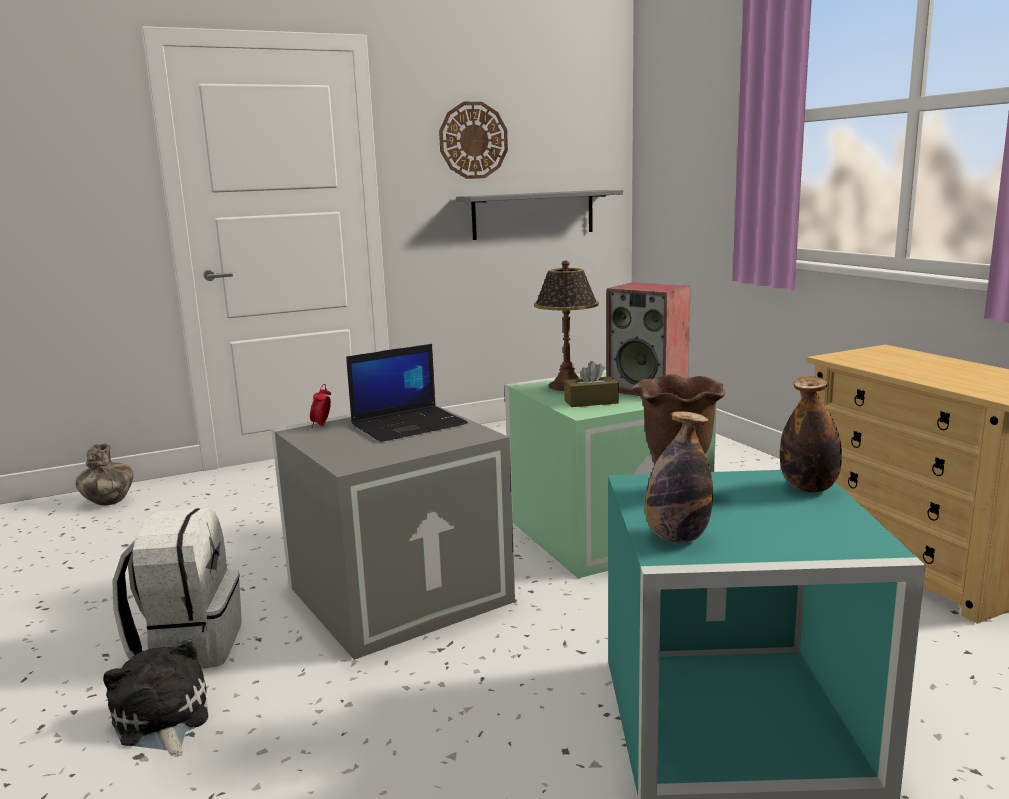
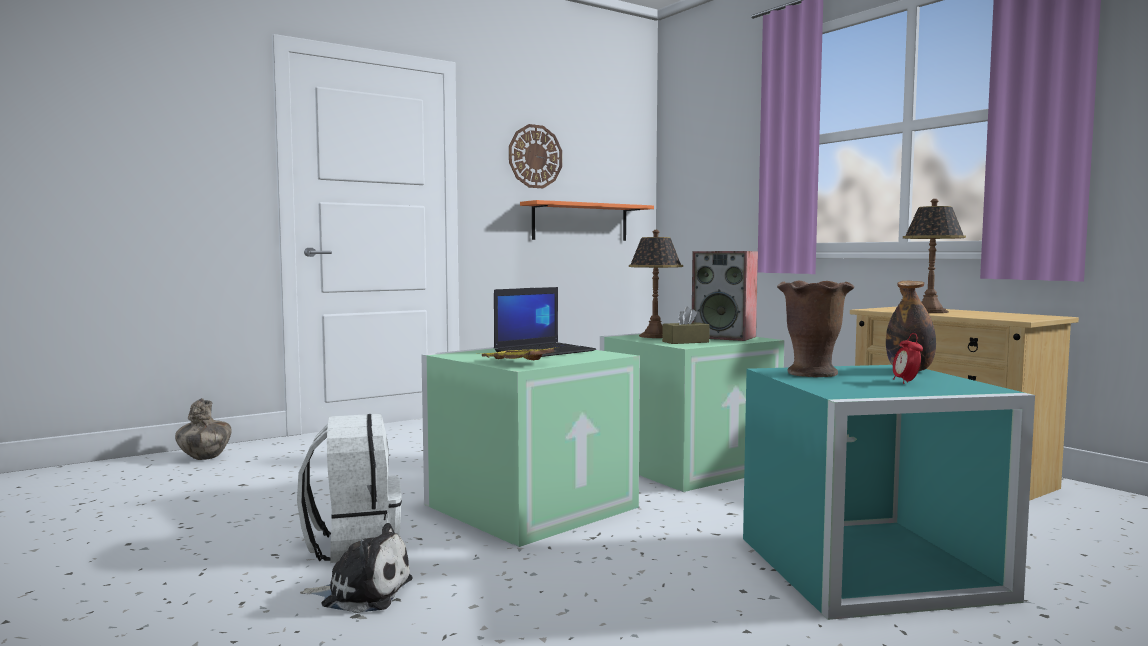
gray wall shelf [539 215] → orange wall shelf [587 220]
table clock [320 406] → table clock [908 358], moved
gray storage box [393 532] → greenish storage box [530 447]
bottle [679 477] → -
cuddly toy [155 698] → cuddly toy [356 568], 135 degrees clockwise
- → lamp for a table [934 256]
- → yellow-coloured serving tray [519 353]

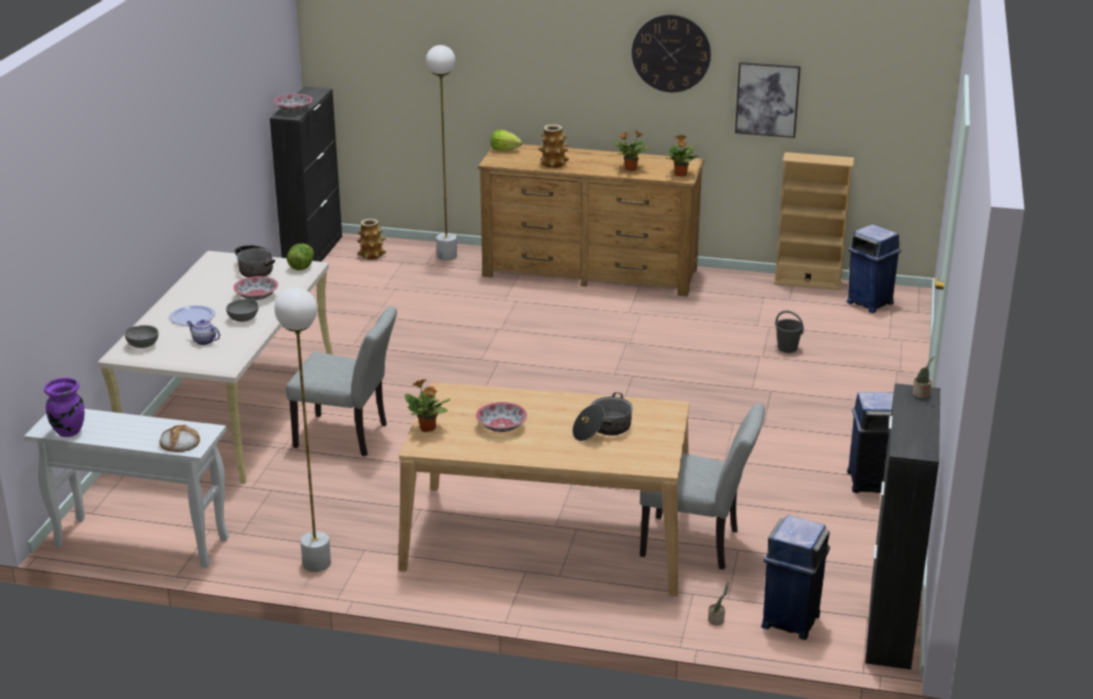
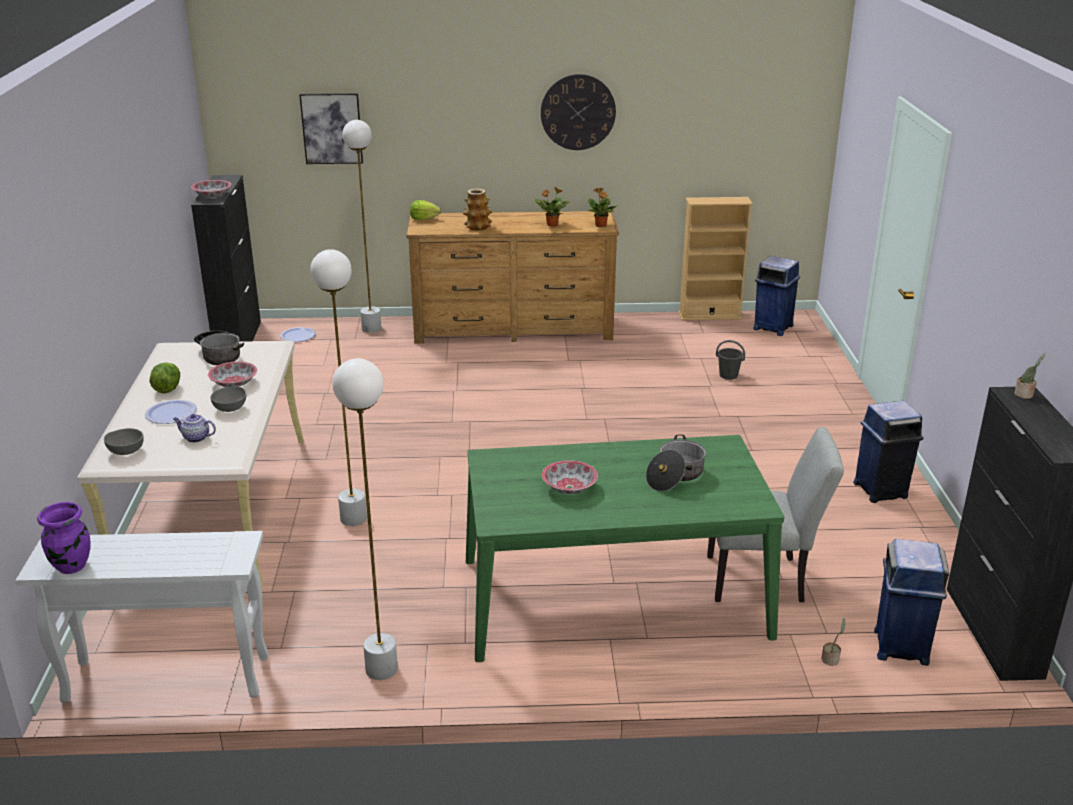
wall picture [768 100] → wall picture [331 128], moved
vase [371 239] → dinner plate [298 334]
head of lettuce [300 257] → head of lettuce [164 378], moved
gray plain chair [341 381] → white-coloured floor lamp [339 387]
potted plant [428 405] → -
sand-coloured kitchen table [543 489] → greenish kitchen table [625 548]
bread [179 438] → -

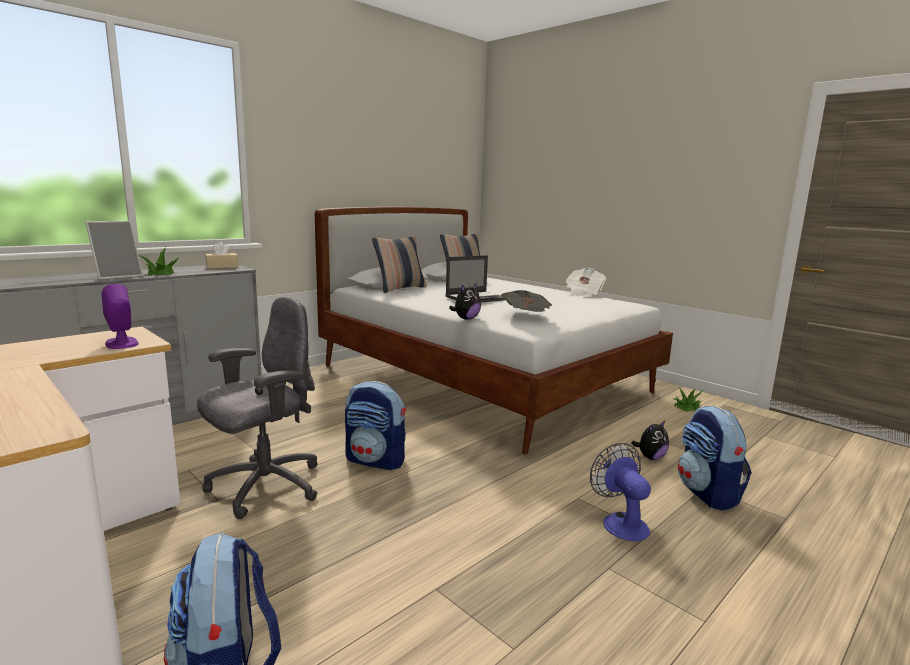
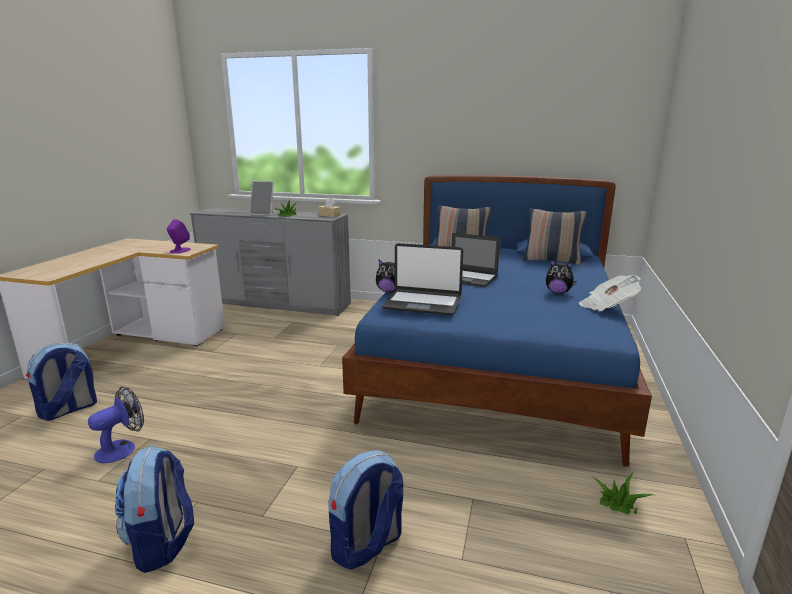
white-coloured bed [493 330] → blue-coloured bed [497 321]
daily paper [526 301] → notebook computer [422 279]
gray desk chair [257 408] → -
backpack [375 426] → backpack [154 509], moved
cuddly toy [650 440] → cuddly toy [561 277], moved
fan [620 492] → fan [116 424], moved

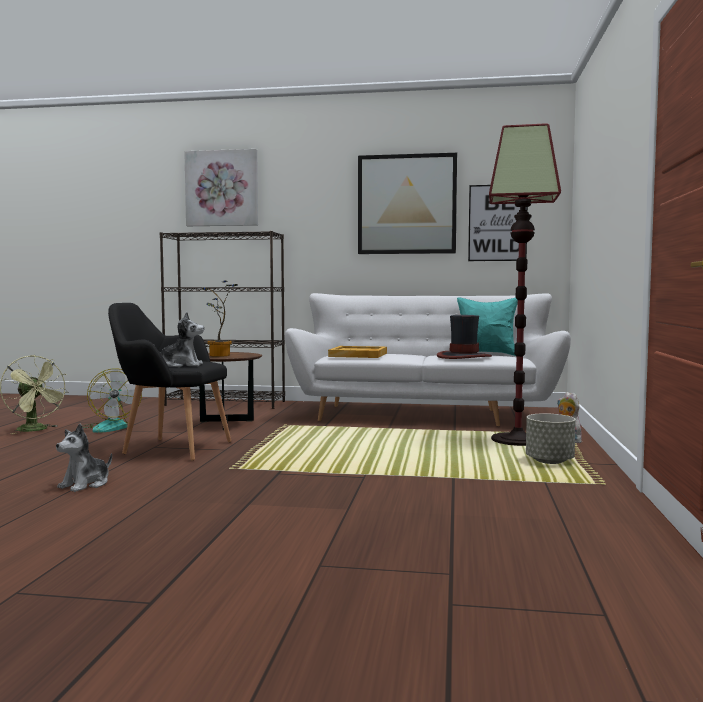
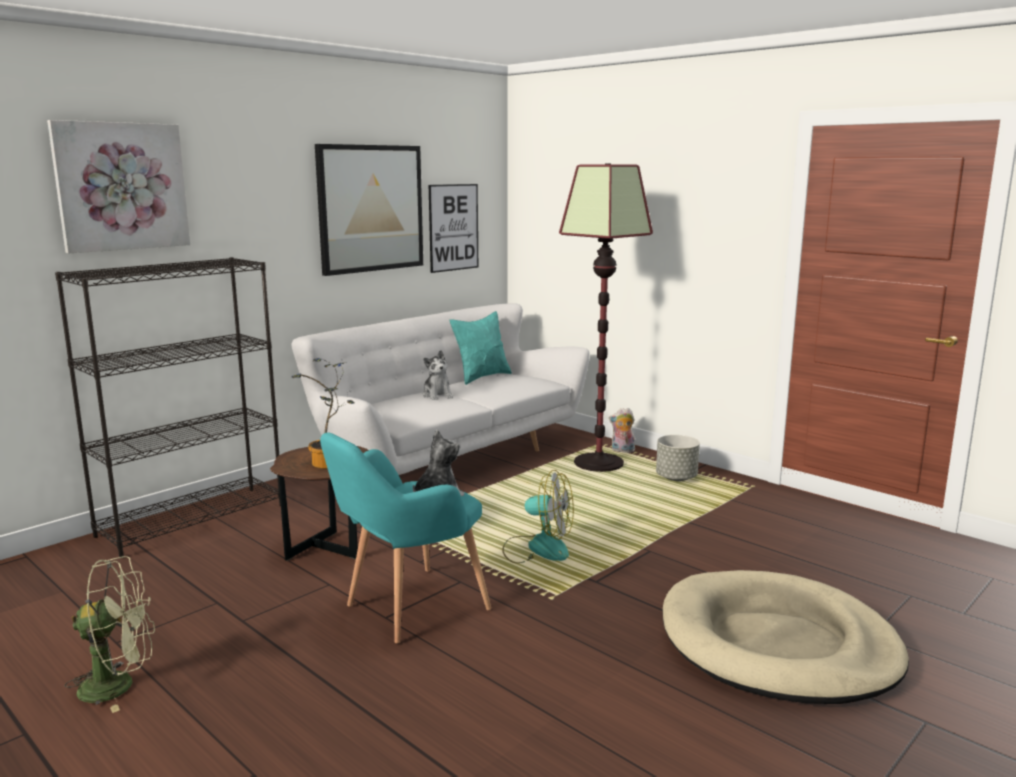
black-coloured lounge chair [169 382] → turquoise lounge chair [405 538]
hat [464 337] → -
sand-coloured serving tray [357 352] → -
fan [112 401] → fan [538 516], moved
cuddly toy [84 458] → cuddly toy [438 375], moved
- → sand-coloured dog bed [786 637]

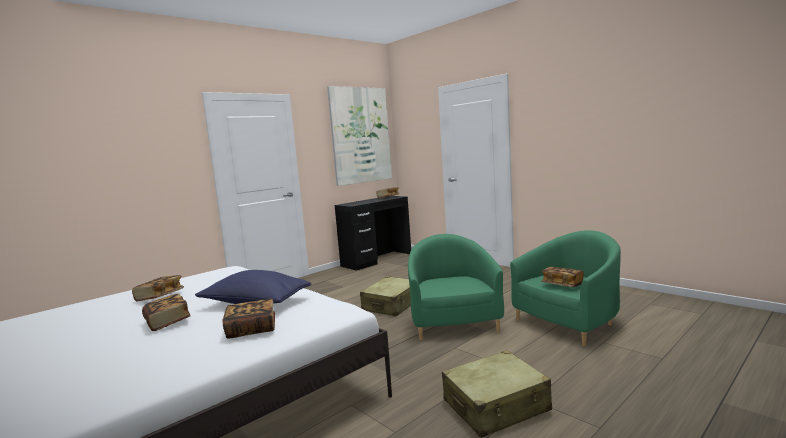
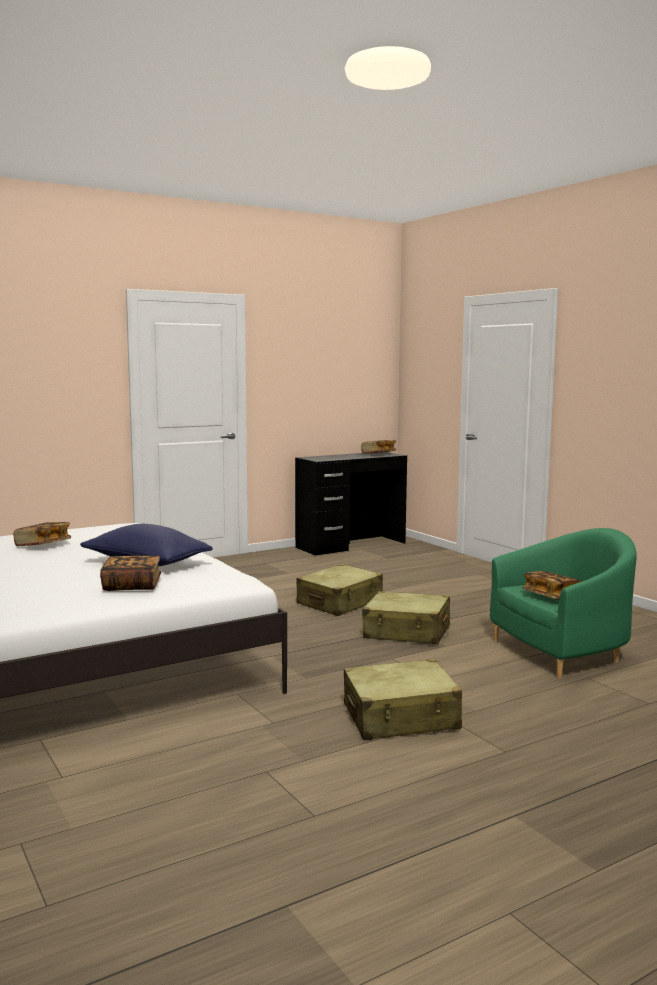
wall picture [359 136] → -
greenish lounge chair [456 287] → sand-coloured suitcase [406 617]
book [166 312] → -

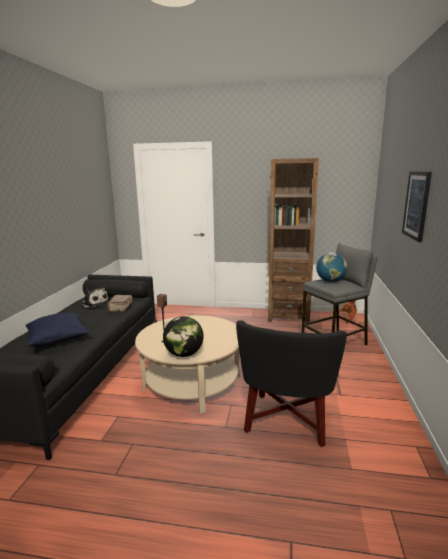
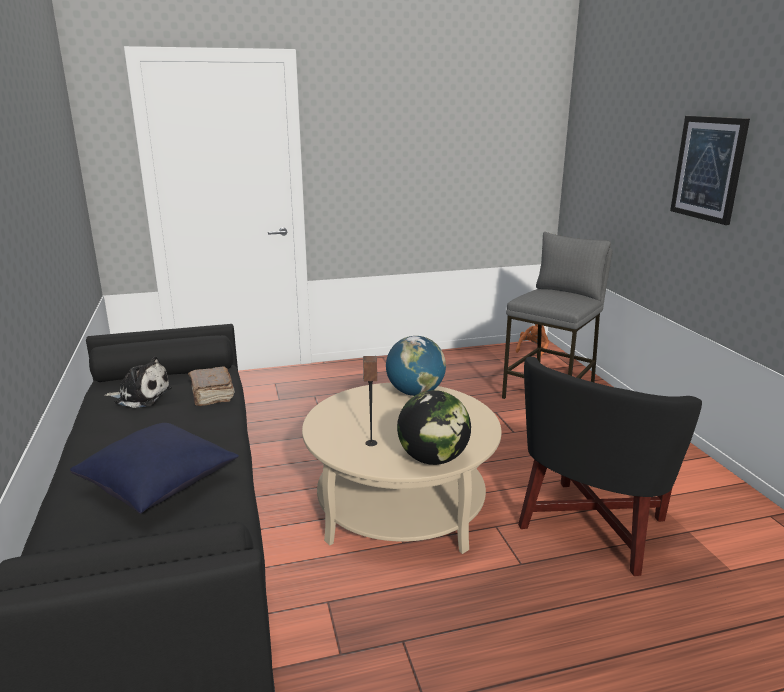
brown-coloured shelving unit [293 240] → -
globe [331 267] → globe [416 366], moved
black-coloured lounge chair [291 383] → black-coloured lounge chair [610 466], 45 degrees clockwise

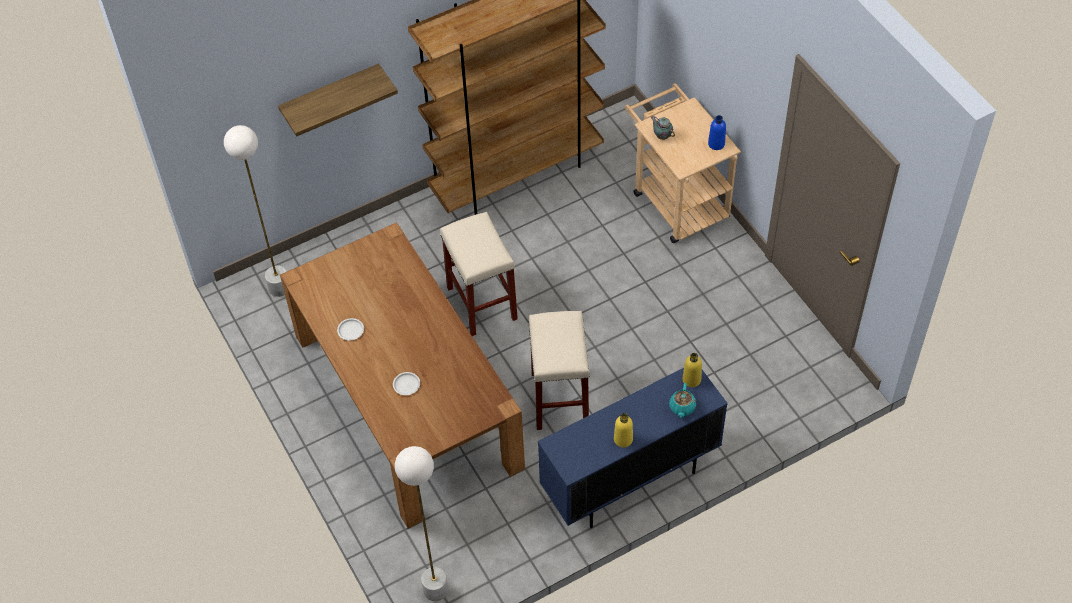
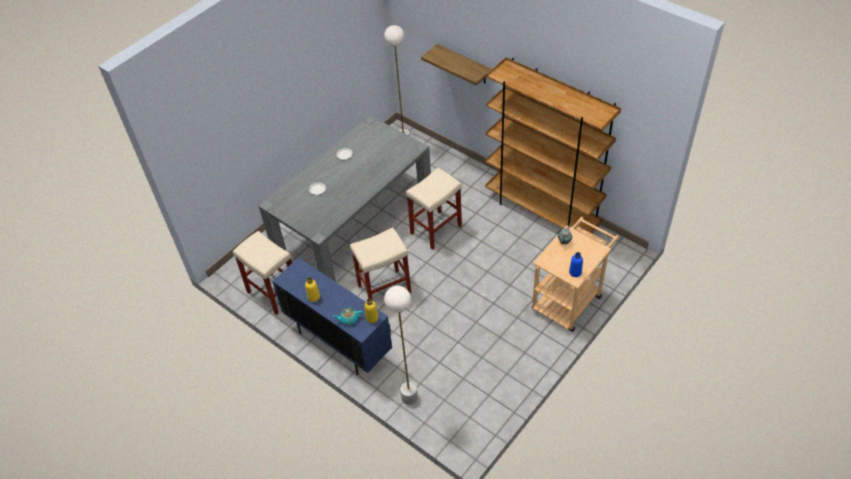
brown-coloured kitchen table [402 375] → gray kitchen table [345 198]
white-coloured floor lamp [421 523] → white-coloured floor lamp [401 345], moved
- → sand-coloured sitting stool [262 273]

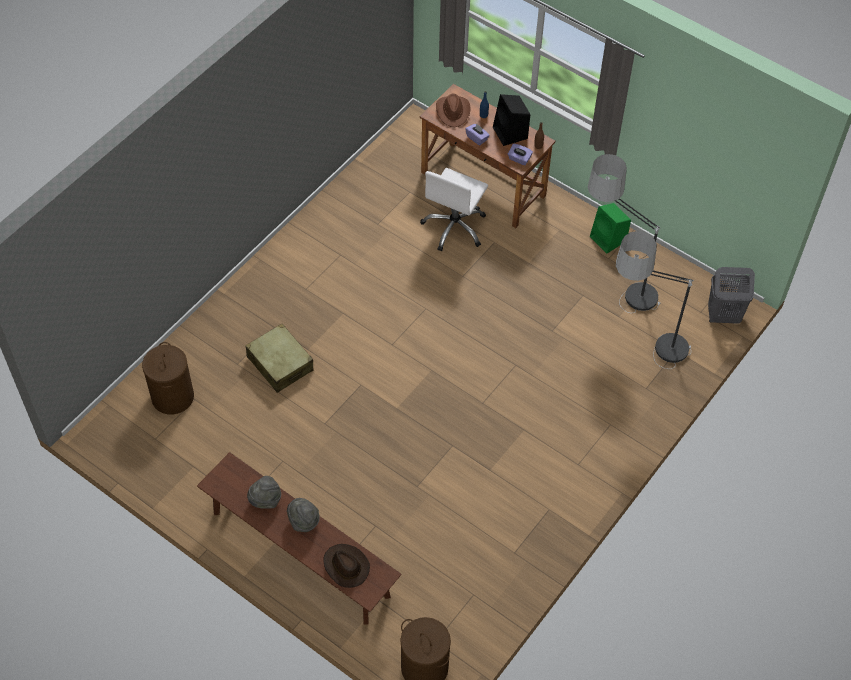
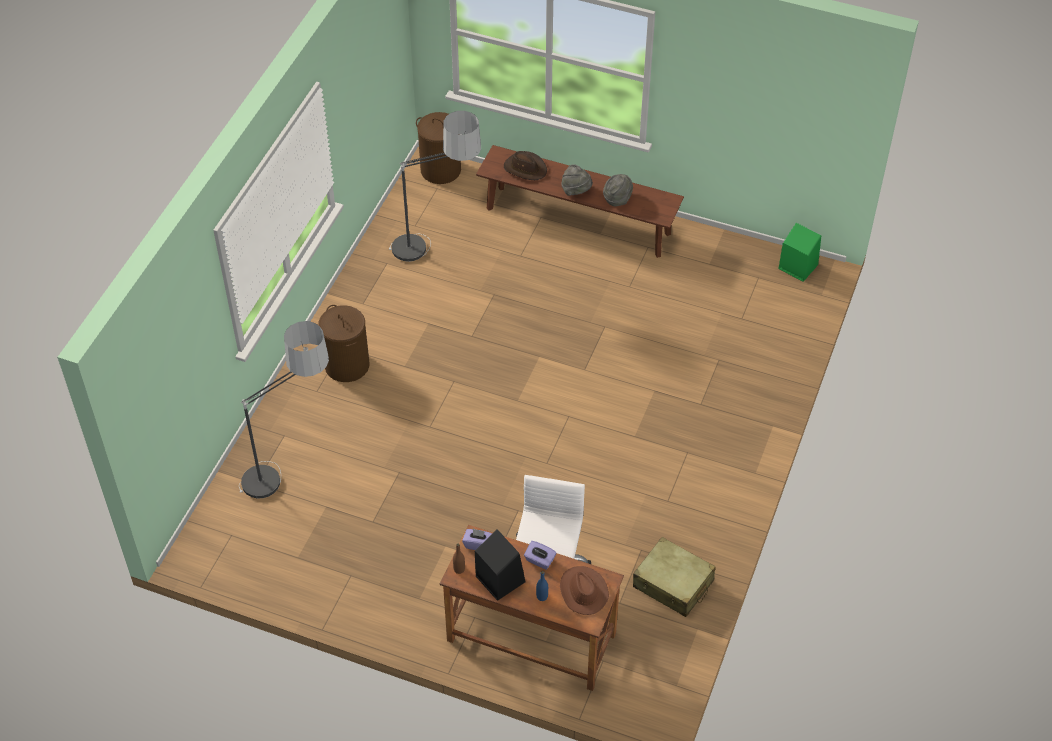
floor lamp [624 233] → floor lamp [434 186], moved
greenish loudspeaker [610 228] → greenish loudspeaker [799 252], moved
gray hamper [731 295] → -
sand-coloured suitcase [279 358] → sand-coloured suitcase [674 577], moved
brown-coloured hamper [168 378] → brown-coloured hamper [343 343], moved

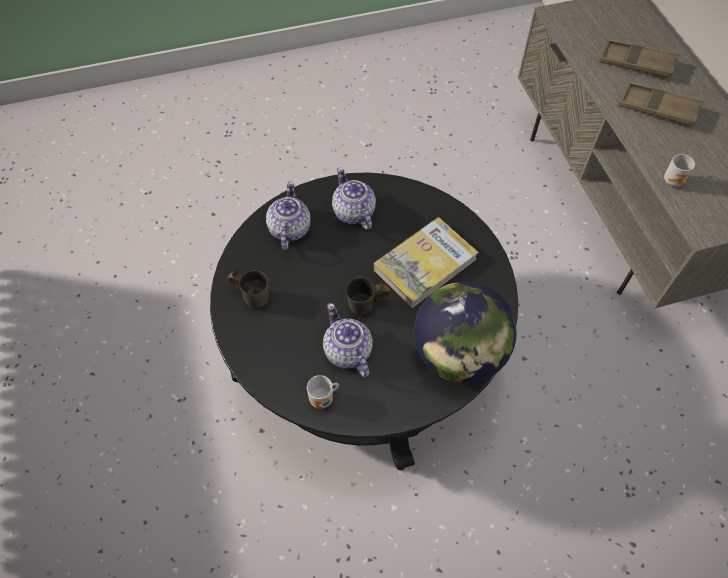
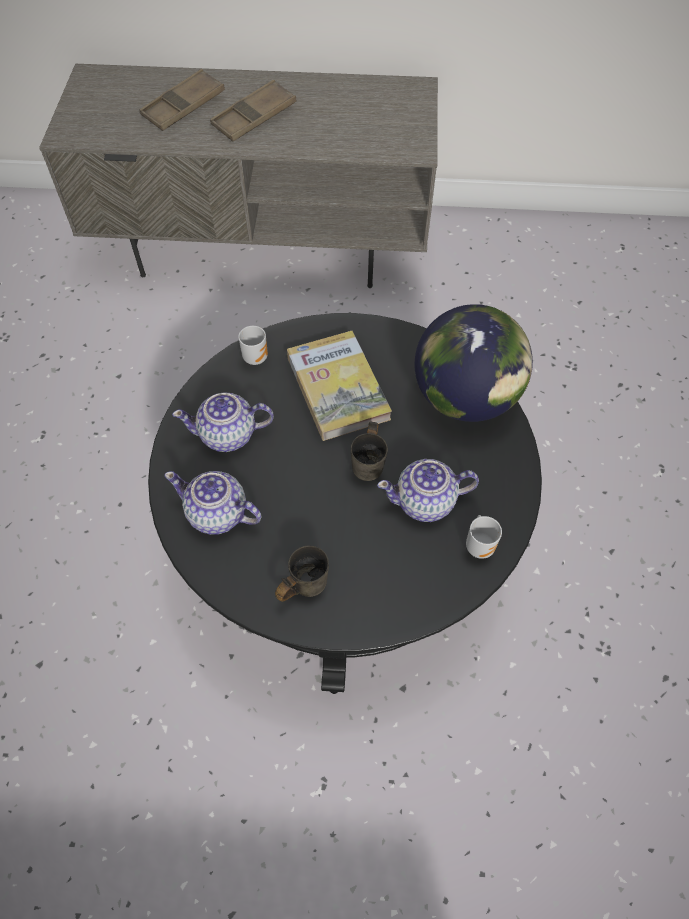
mug [679 170] → mug [253 345], moved

